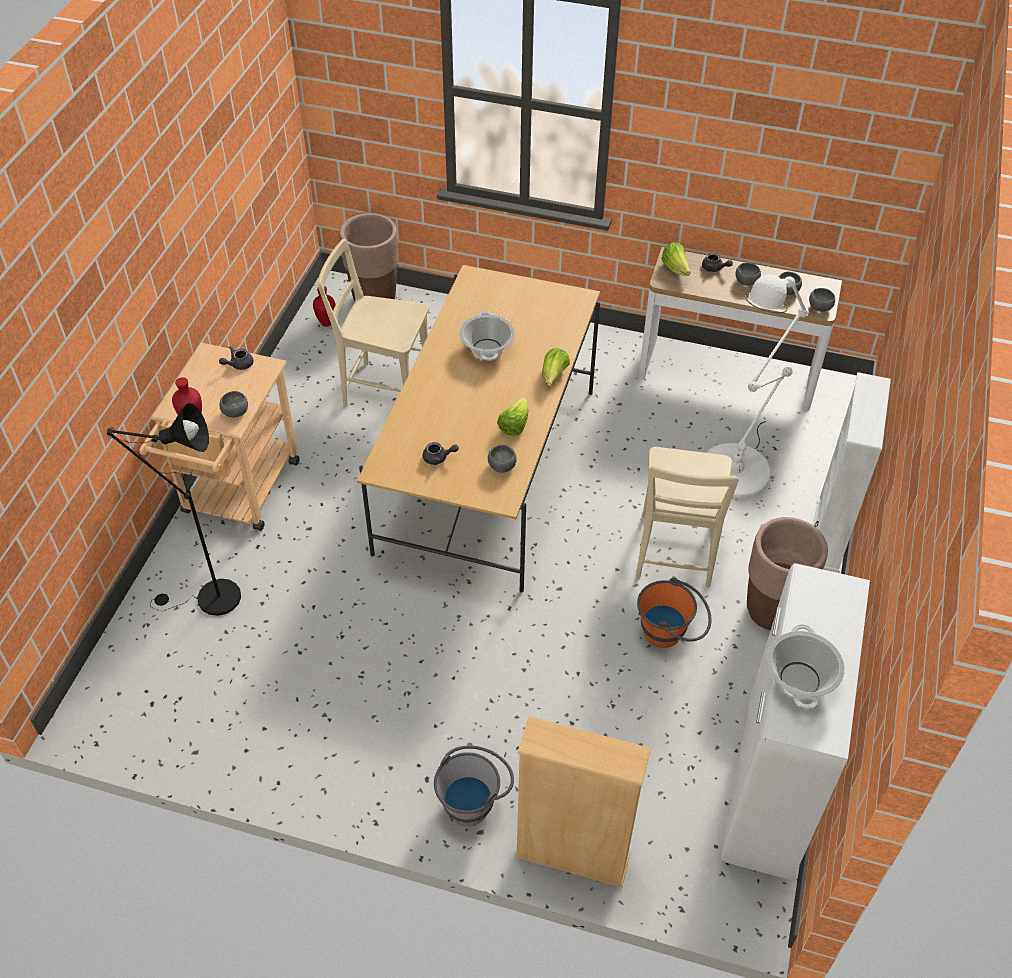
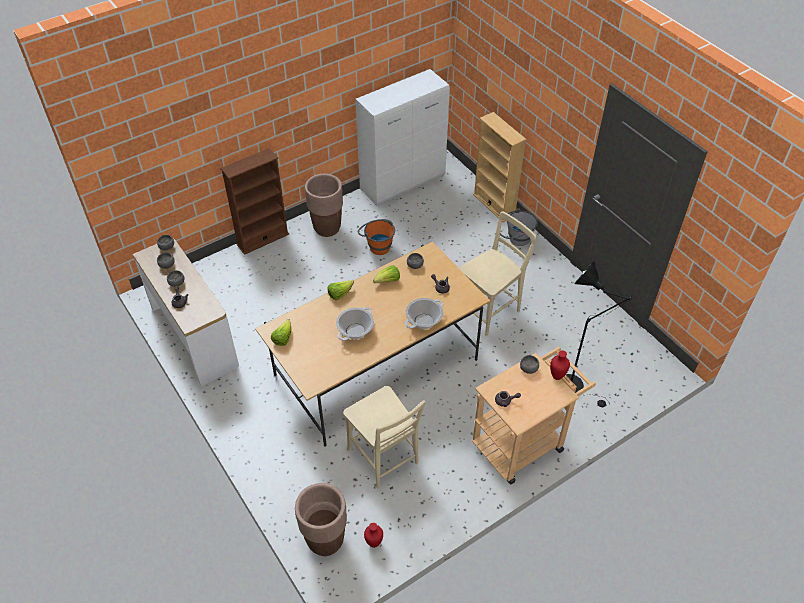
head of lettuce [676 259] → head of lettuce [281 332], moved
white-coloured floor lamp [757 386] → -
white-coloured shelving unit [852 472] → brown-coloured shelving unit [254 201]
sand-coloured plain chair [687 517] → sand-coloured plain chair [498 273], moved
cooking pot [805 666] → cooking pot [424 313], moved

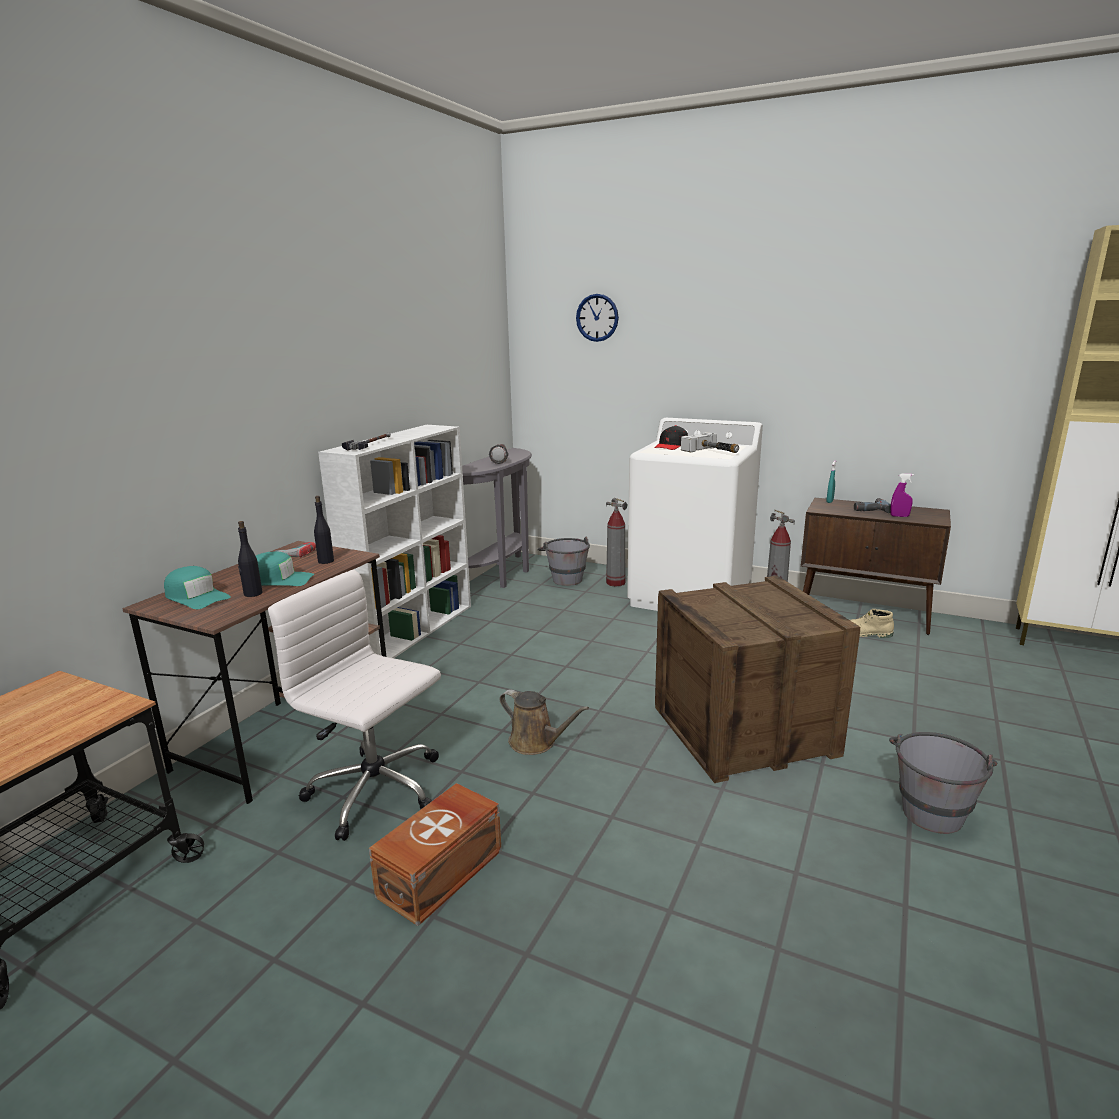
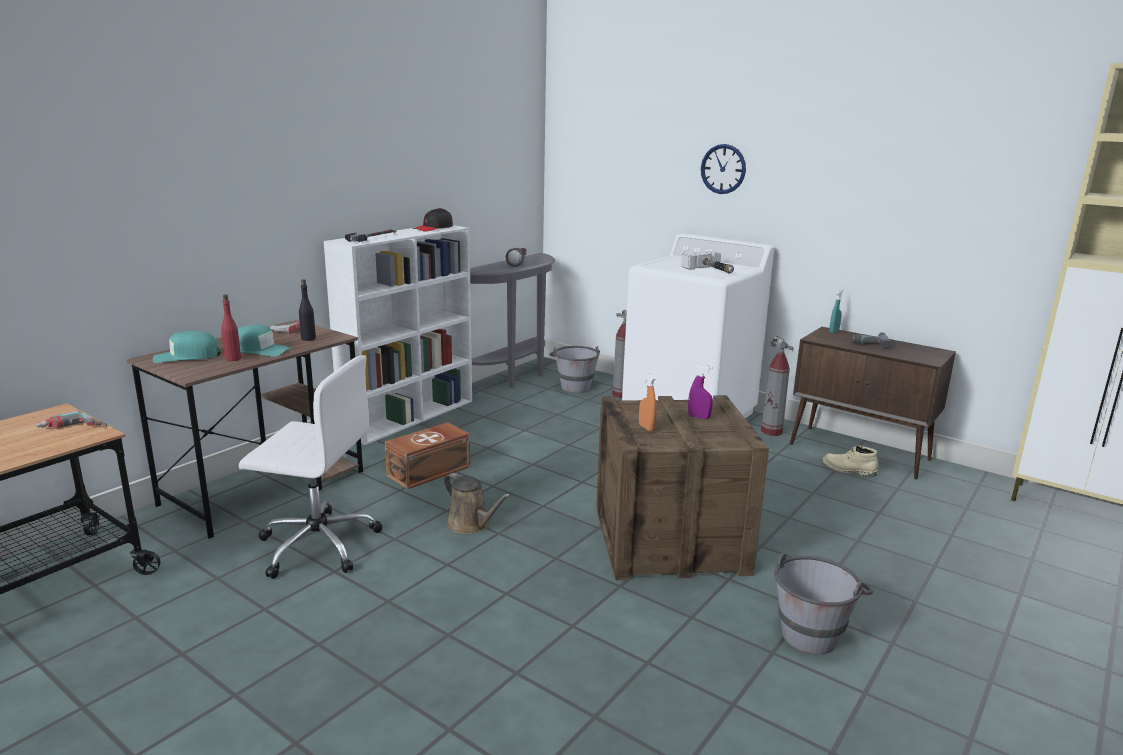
hanging clock [597 318] → hanging clock [723 169], moved
black-coloured peaked cap [671 437] → black-coloured peaked cap [433 220], moved
purplish spray bottle [902 495] → purplish spray bottle [700 392], moved
black-coloured bottle [250 559] → reddish bottle [231 327]
turquoise peaked cap [197 587] → turquoise peaked cap [187 347], 120 degrees clockwise
white-coloured desk chair [354 705] → white-coloured desk chair [310 467], 150 degrees clockwise
brown-coloured storage box [435 854] → brown-coloured storage box [427 456], moved
- → orange spray bottle [648 401]
- → electric drill [71 420]

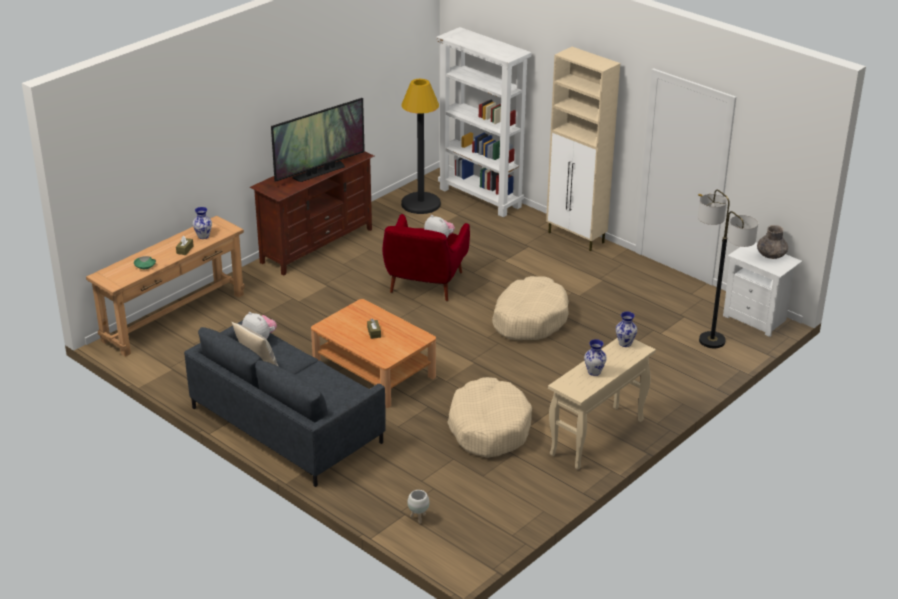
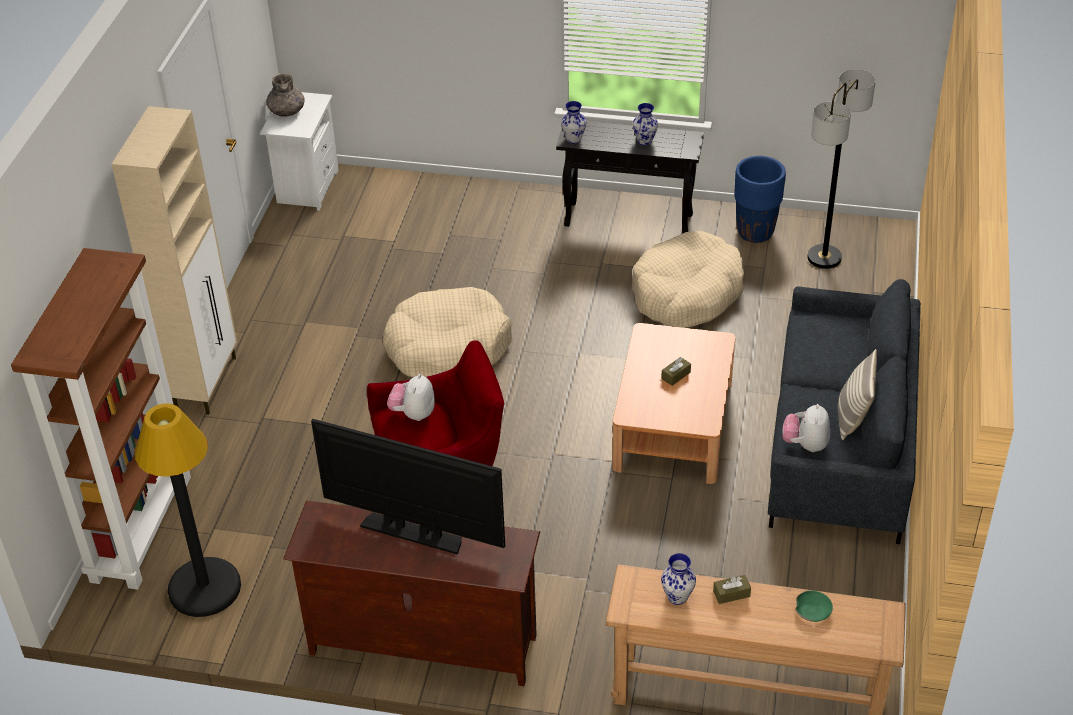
white-coloured shelving unit [484 122] → brown-coloured shelving unit [101 419]
floor lamp [728 269] → floor lamp [841 169], moved
sand-coloured narrow table [602 404] → black-coloured narrow table [630 178]
white-coloured planter [419 507] → -
- → blue-coloured planter [760 199]

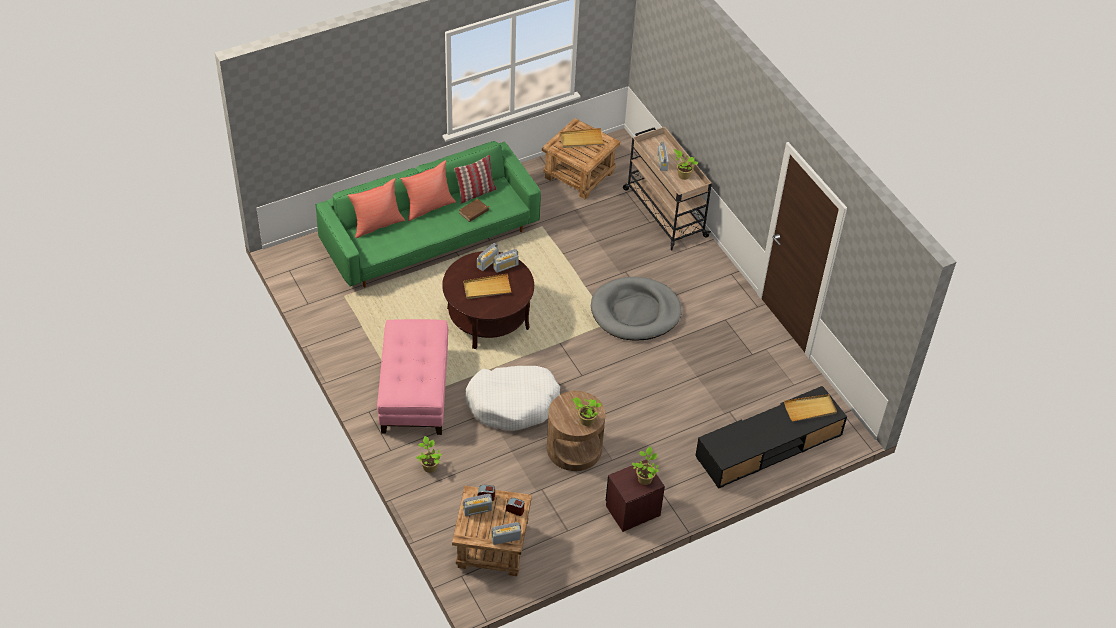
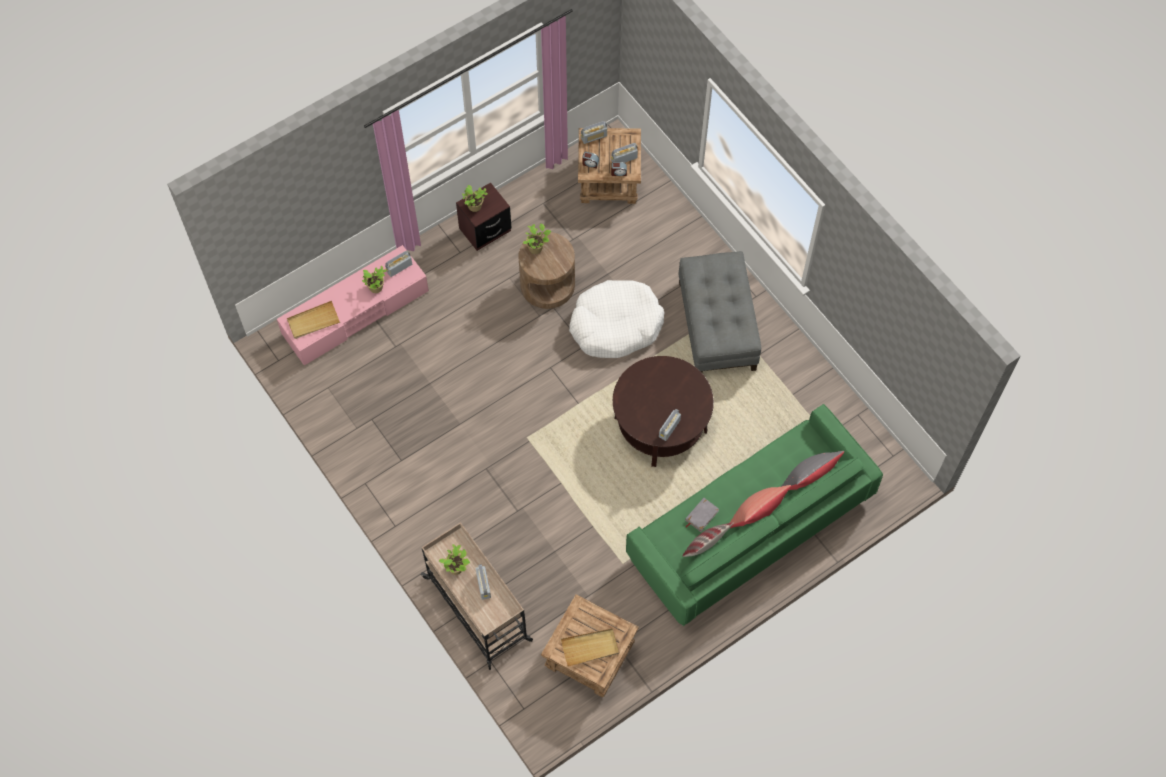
reddish cushion [376 208] → gray cushion [812 470]
brown-coloured book [474 210] → gray book [702 515]
radio receiver [506 261] → radio receiver [398 264], moved
sand-coloured serving tray [487 286] → -
gray dog bed [636 308] → -
pink-coloured pouffe [412 377] → gray pouffe [720 312]
black-coloured tv stand [771 437] → pink-coloured tv stand [353 305]
potted plant [429 454] → potted plant [374 279], moved

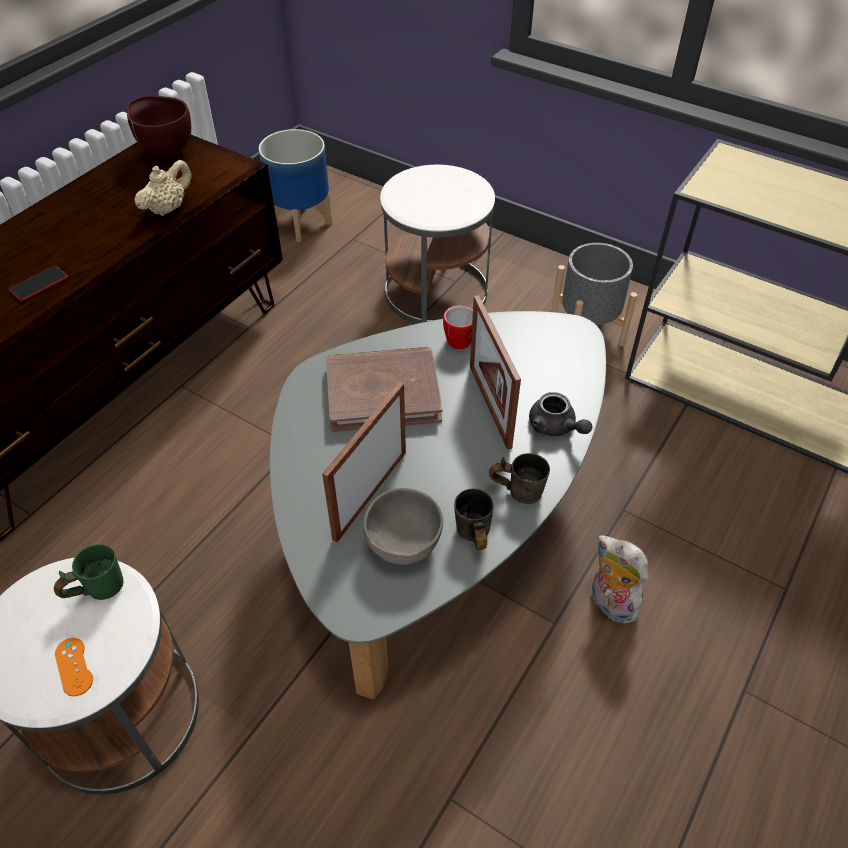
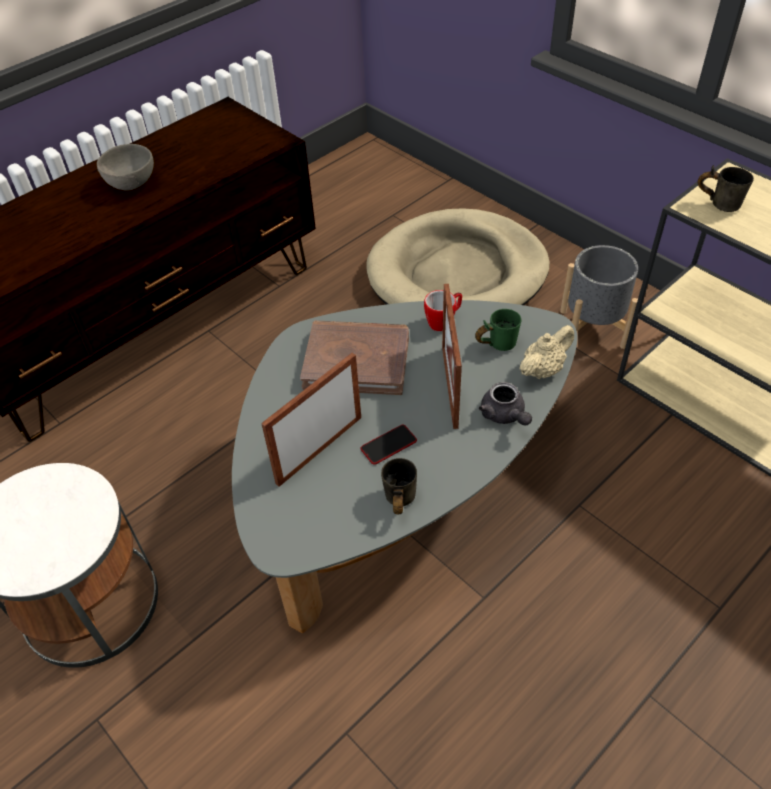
brown-coloured deep dish [158 126] → -
planter [295 185] → -
sand-coloured tea pot [163 188] → sand-coloured tea pot [546 352], moved
white-coloured end table [437 244] → sand-coloured dog bed [458 256]
telephone [38 283] → telephone [388 445], moved
gray mug [519 478] → gray mug [726 188], moved
gray deep dish [403 526] → gray deep dish [125 167], moved
cuddly toy [620 579] → -
greenish mug [89 572] → greenish mug [498 330], moved
orange gamepad [74 667] → -

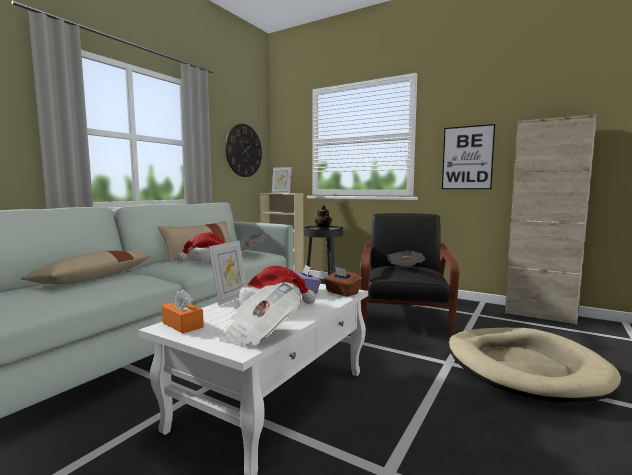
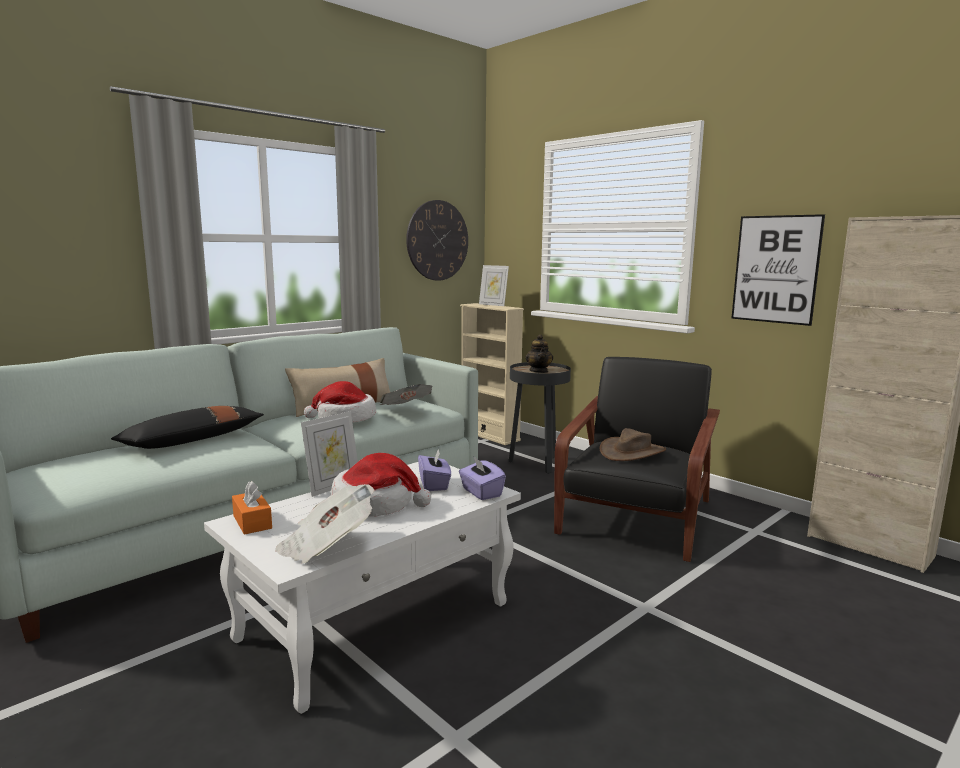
sand-coloured cushion [86 267] → black-coloured cushion [187 427]
daily paper [406 258] → brown-coloured hat [632 444]
brown-coloured tissue box [343 282] → purplish tissue box [482 478]
sand-coloured dog bed [535 365] → -

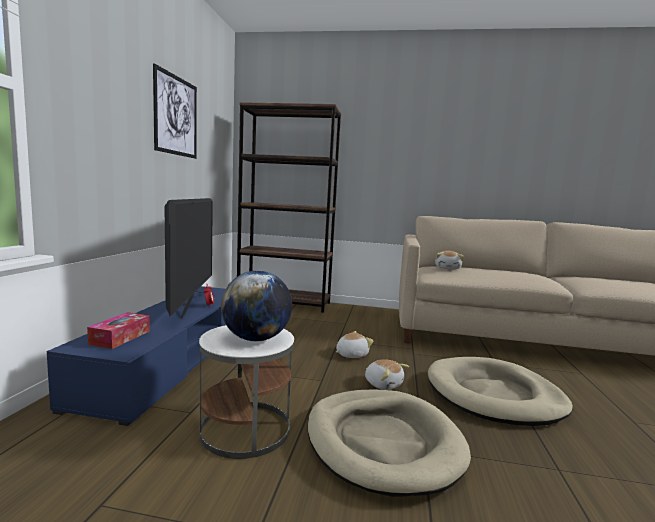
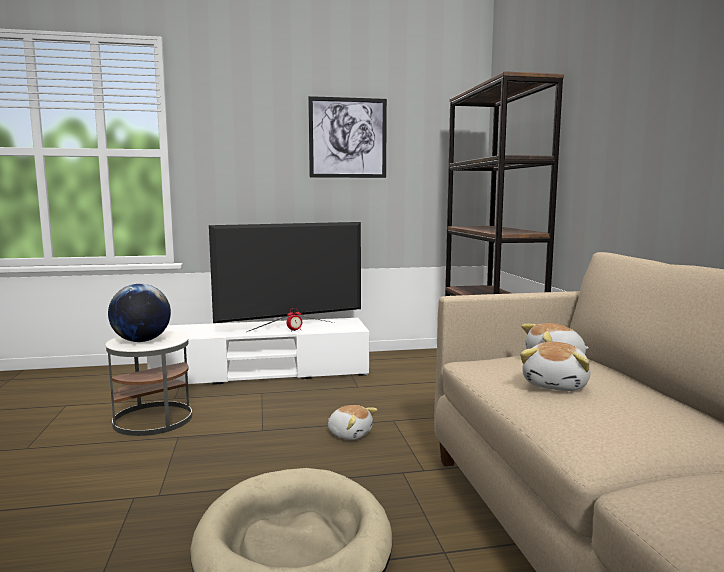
blue-coloured tv stand [136 356] → white-coloured tv stand [258 351]
tissue box [118 330] → -
cuddly toy [387 374] → cuddly toy [555 366], moved
sand-coloured dog bed [389 443] → -

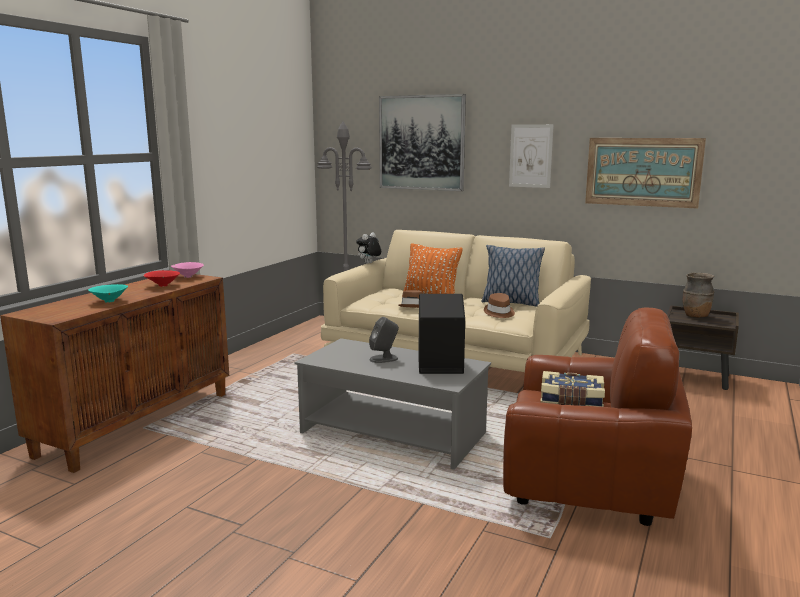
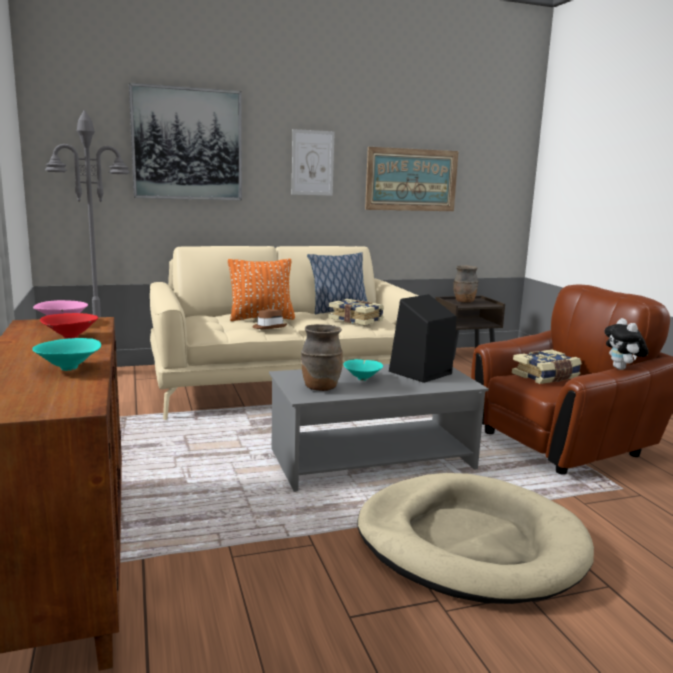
cuddly toy [368 248] → cuddly toy [626 344], moved
brown-coloured hat [499 305] → book [356 312]
gray loudspeaker [384 340] → turquoise deep dish [363 370]
- → brown-coloured vase [322 357]
- → sand-coloured dog bed [475 538]

